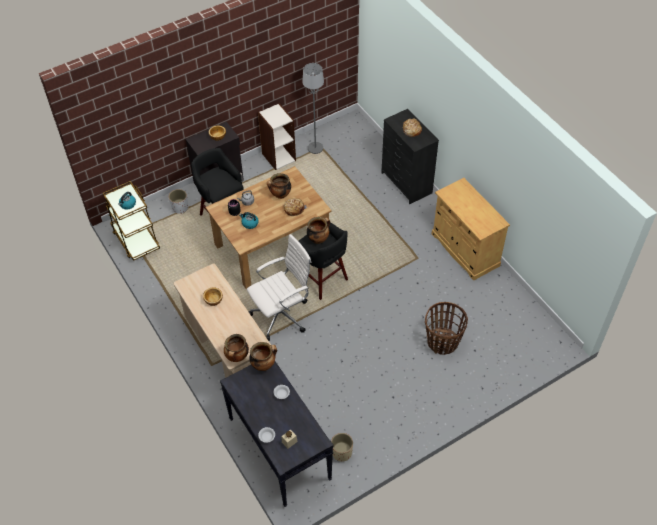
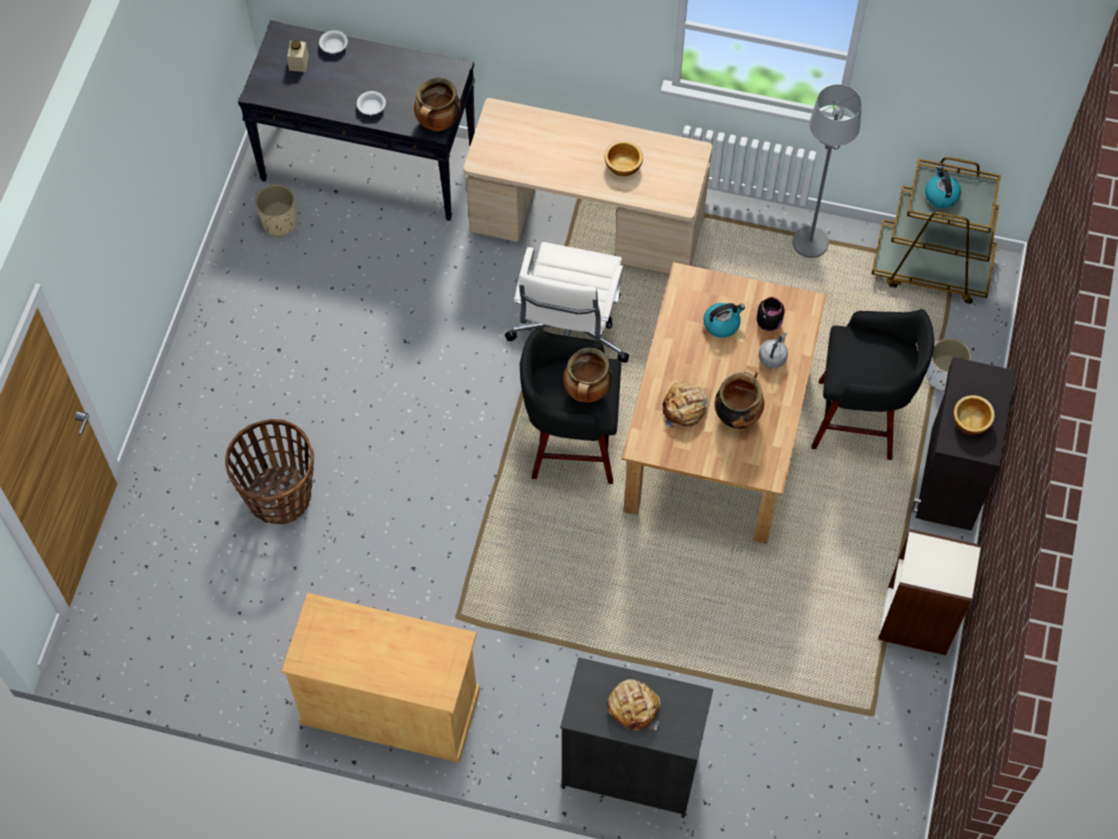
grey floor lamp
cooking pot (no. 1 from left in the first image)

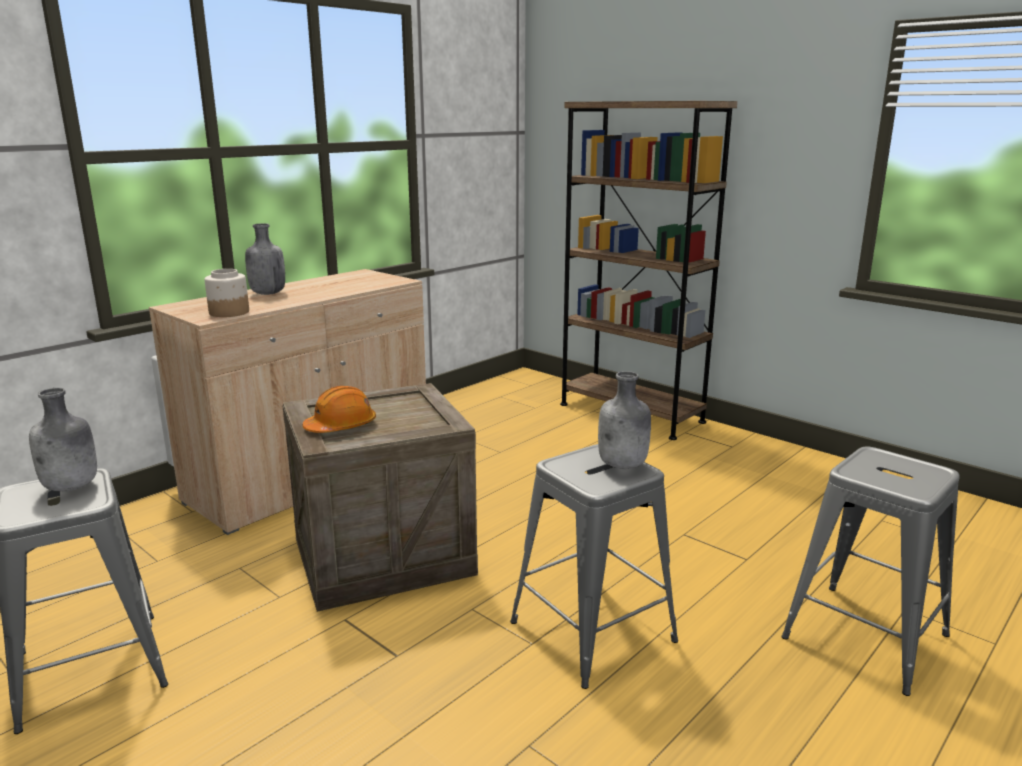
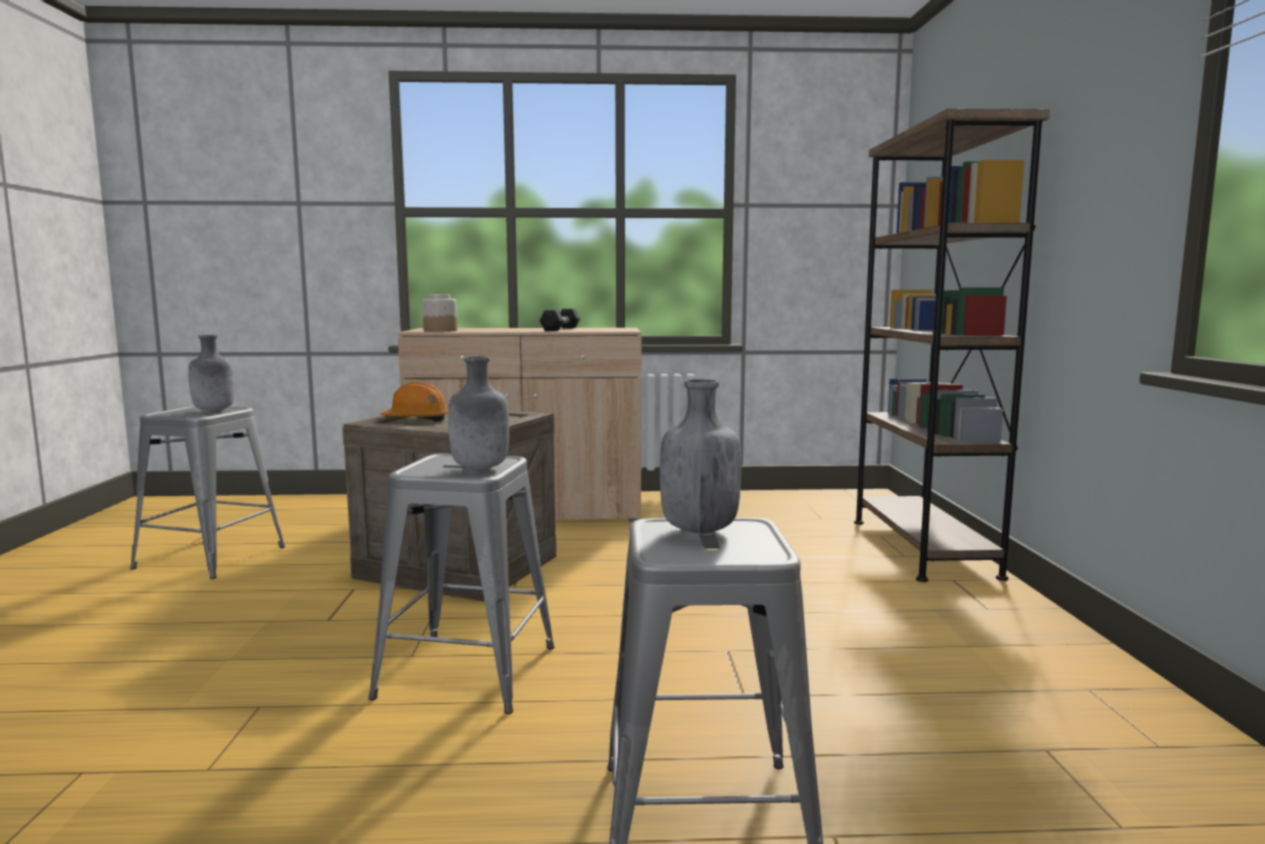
black dumbbell
grey bottle (no. 3 from left)

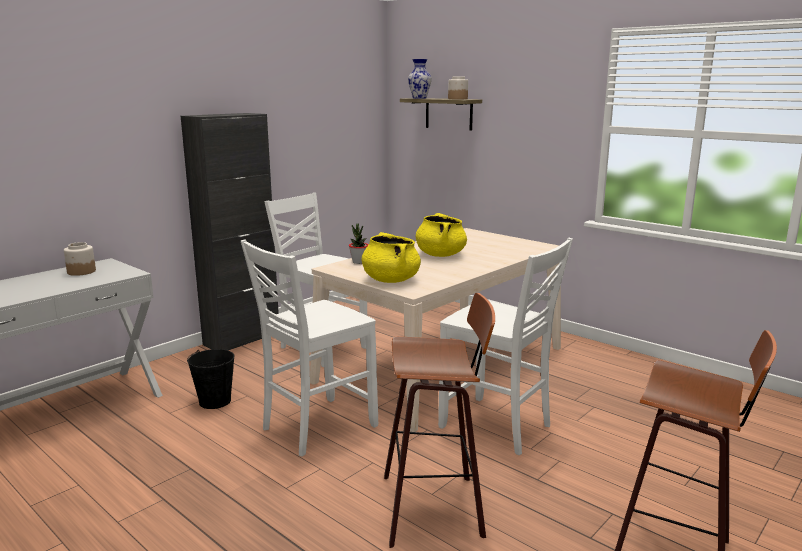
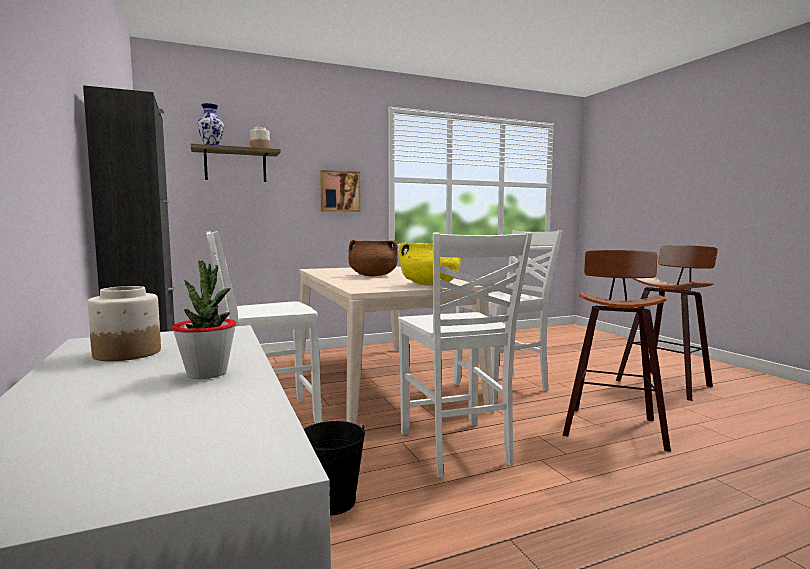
potted plant
picture
brown cooking pot

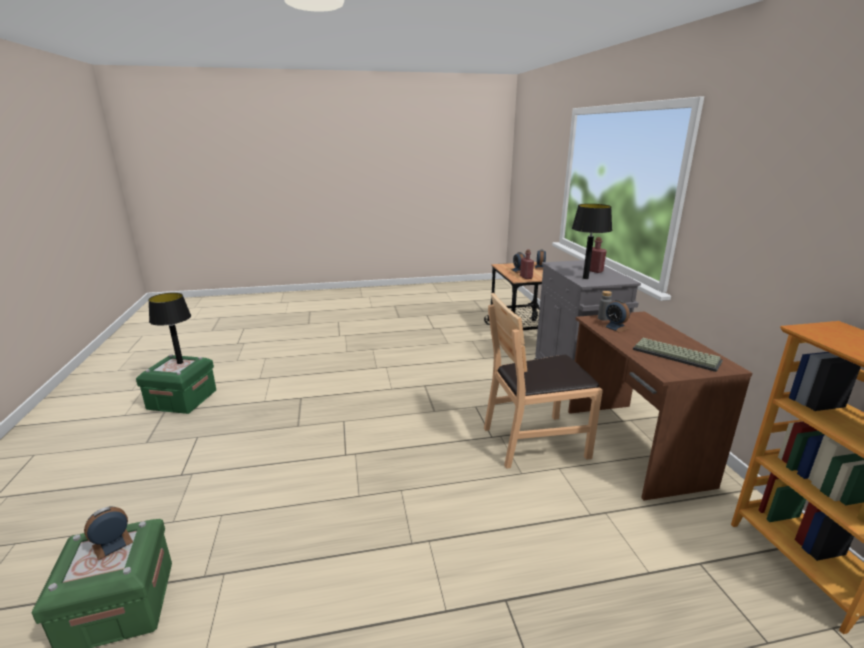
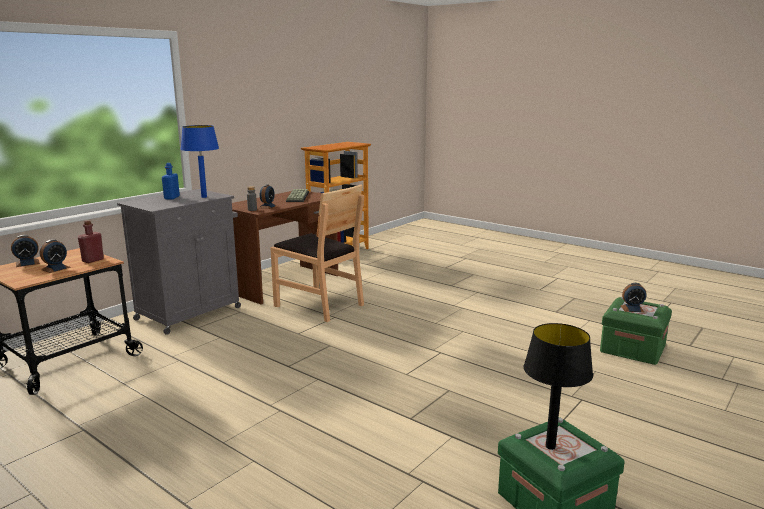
blue bottle
blue table lamp

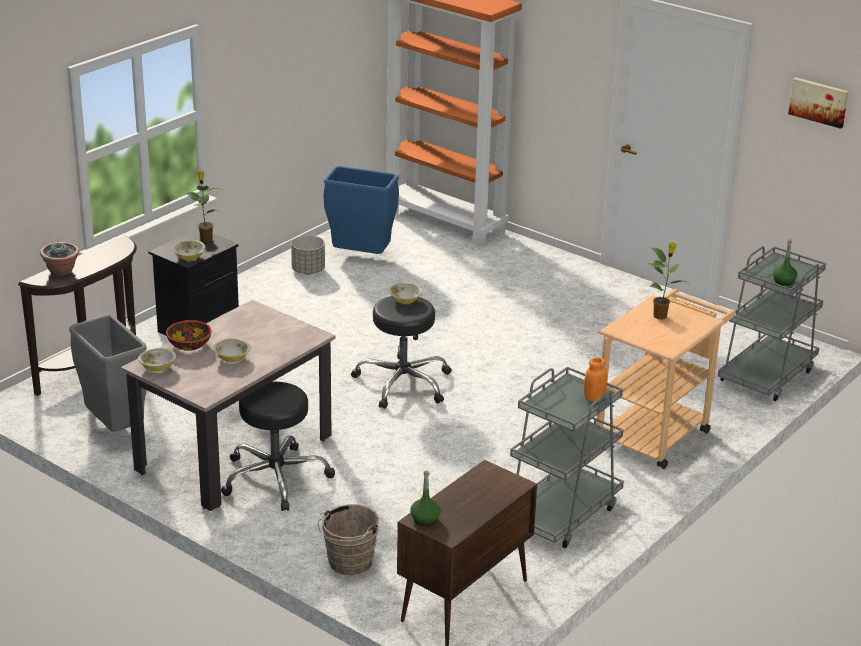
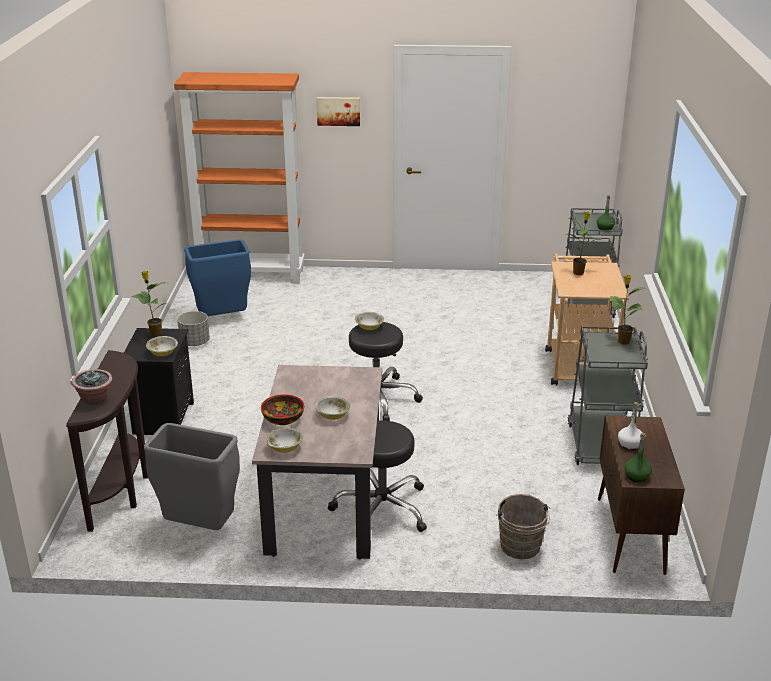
picture
potted plant (no. 4 from left)
white bottle

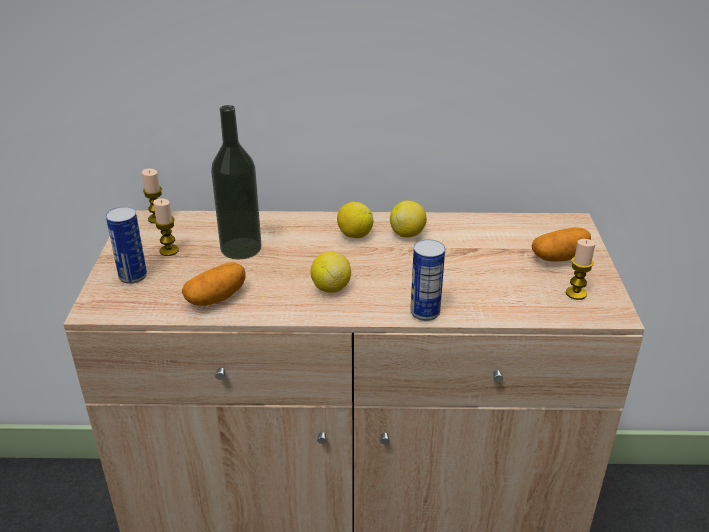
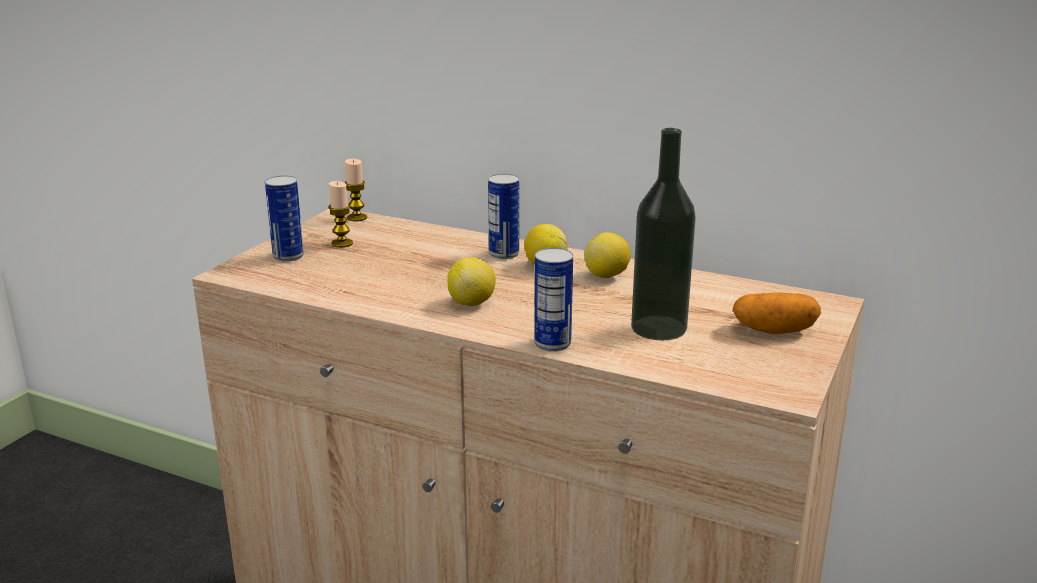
can (no. 2 from left)
bottle
potato (no. 1 from left in the first image)
candle (no. 3 from left in the first image)

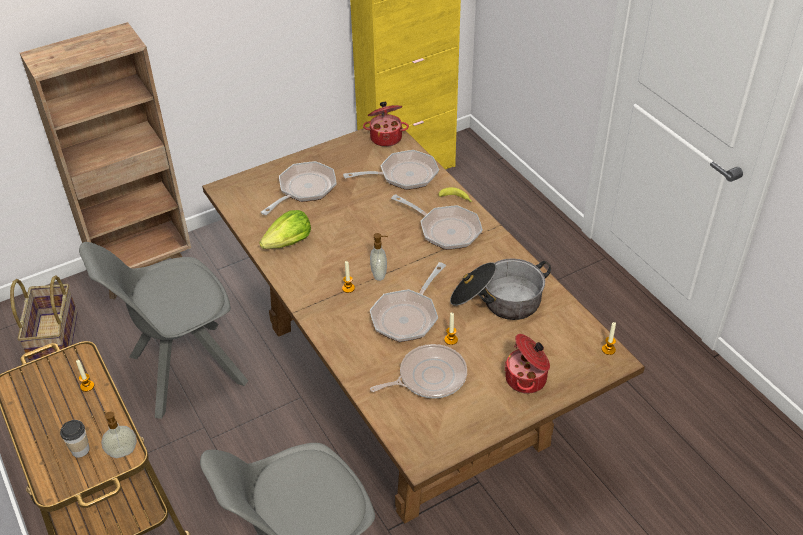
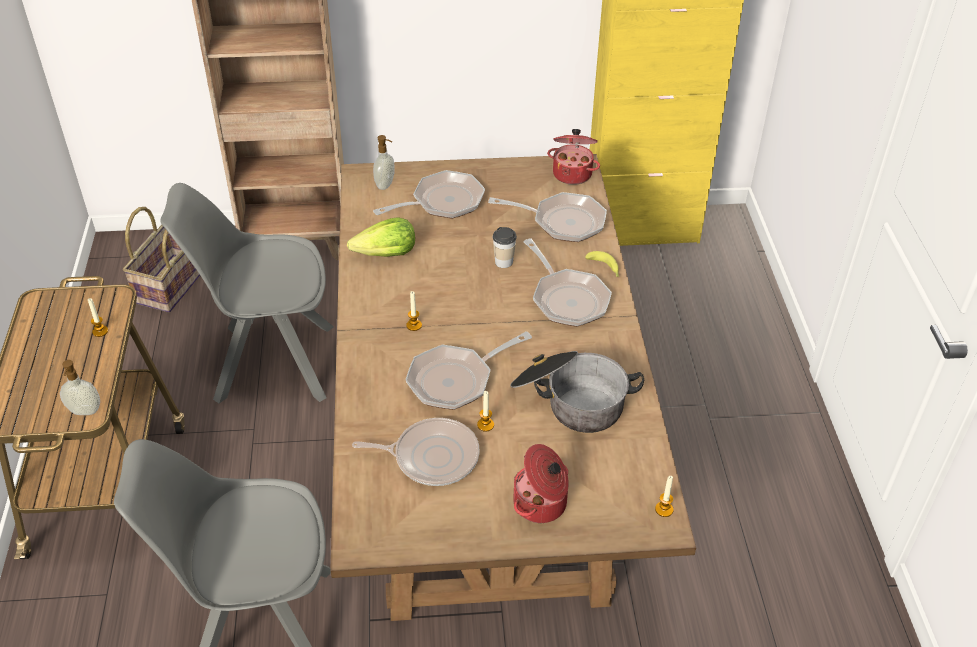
soap dispenser (no. 2 from left)
cup

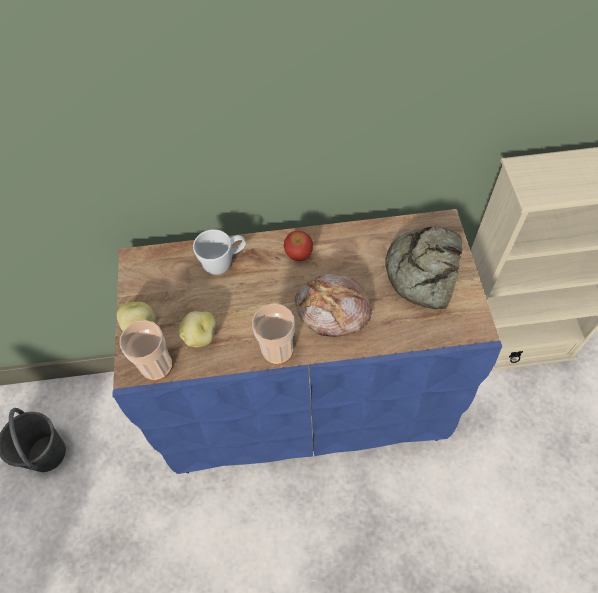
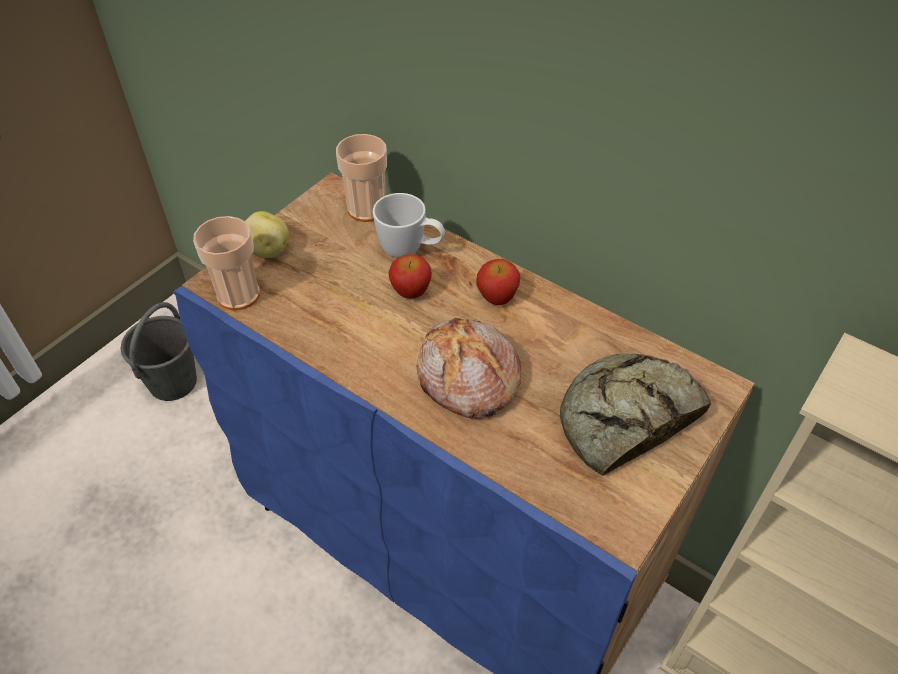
cup (no. 2 from left)
apple (no. 1 from left)
potato (no. 2 from left in the first image)

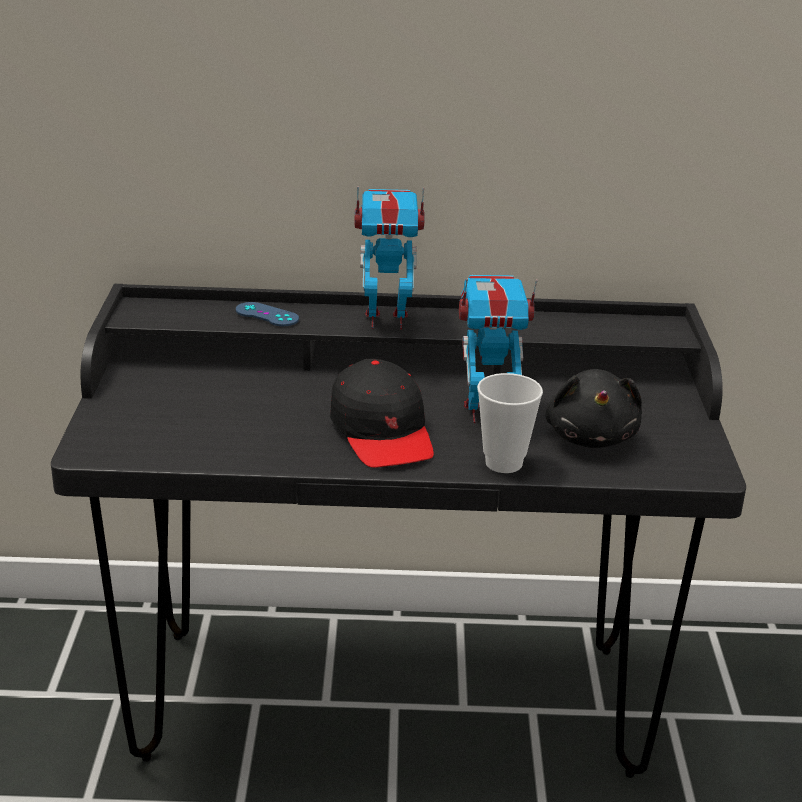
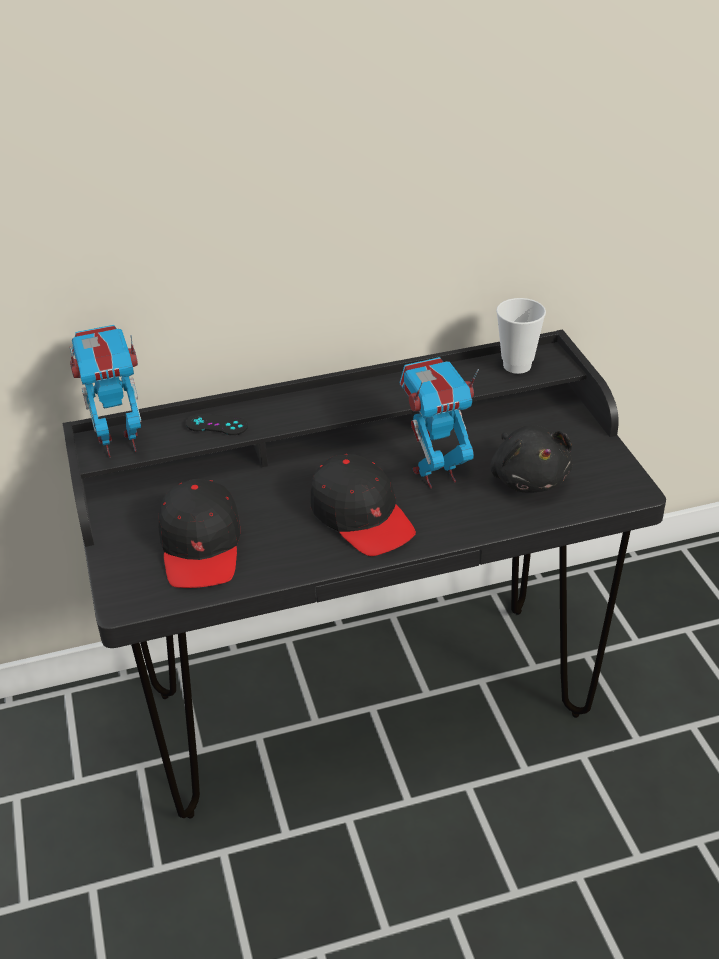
toy robot (no. 1 from left)
black cap (no. 1 from left)
black game controller
cup

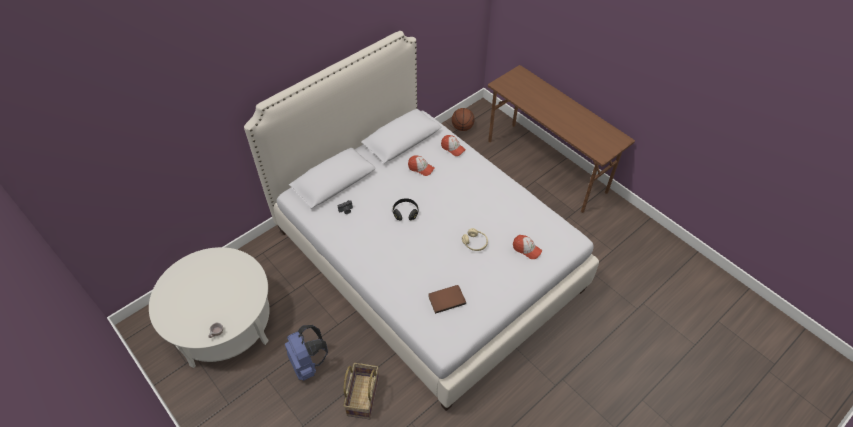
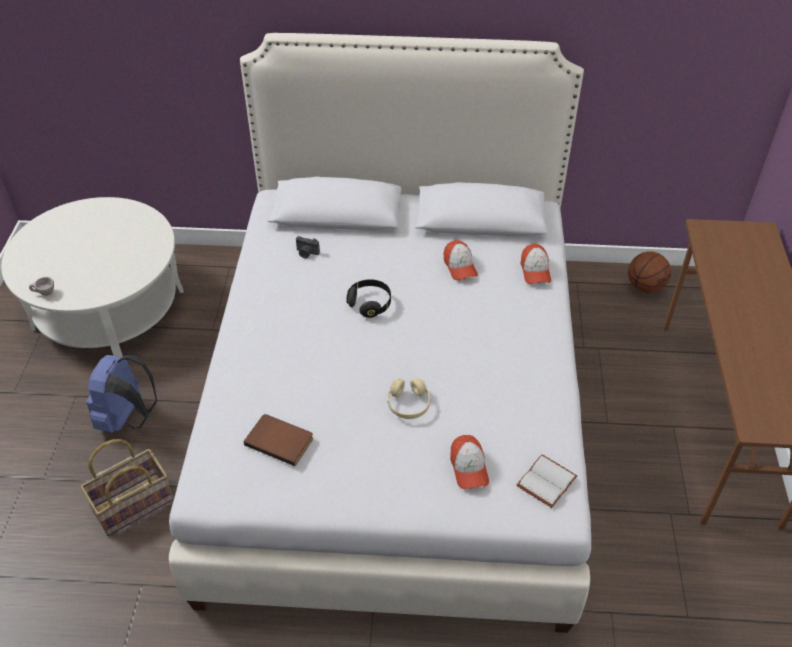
white book

